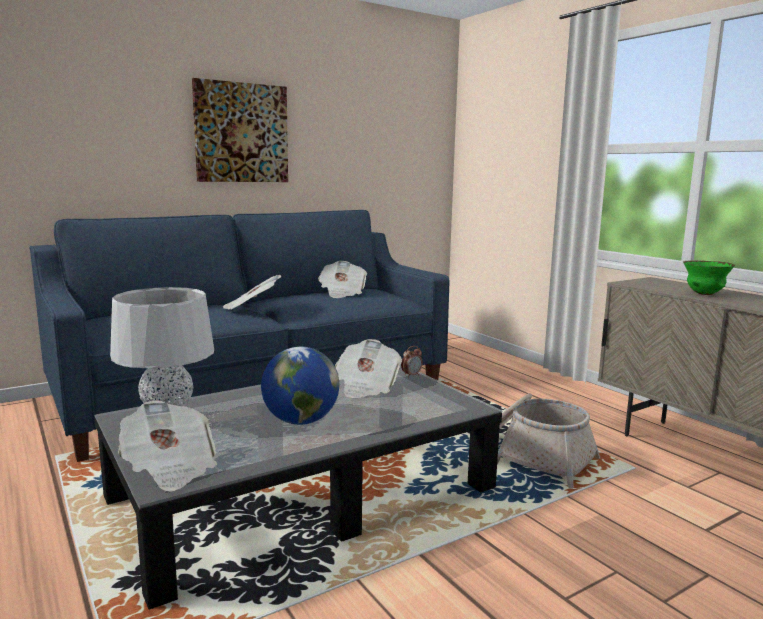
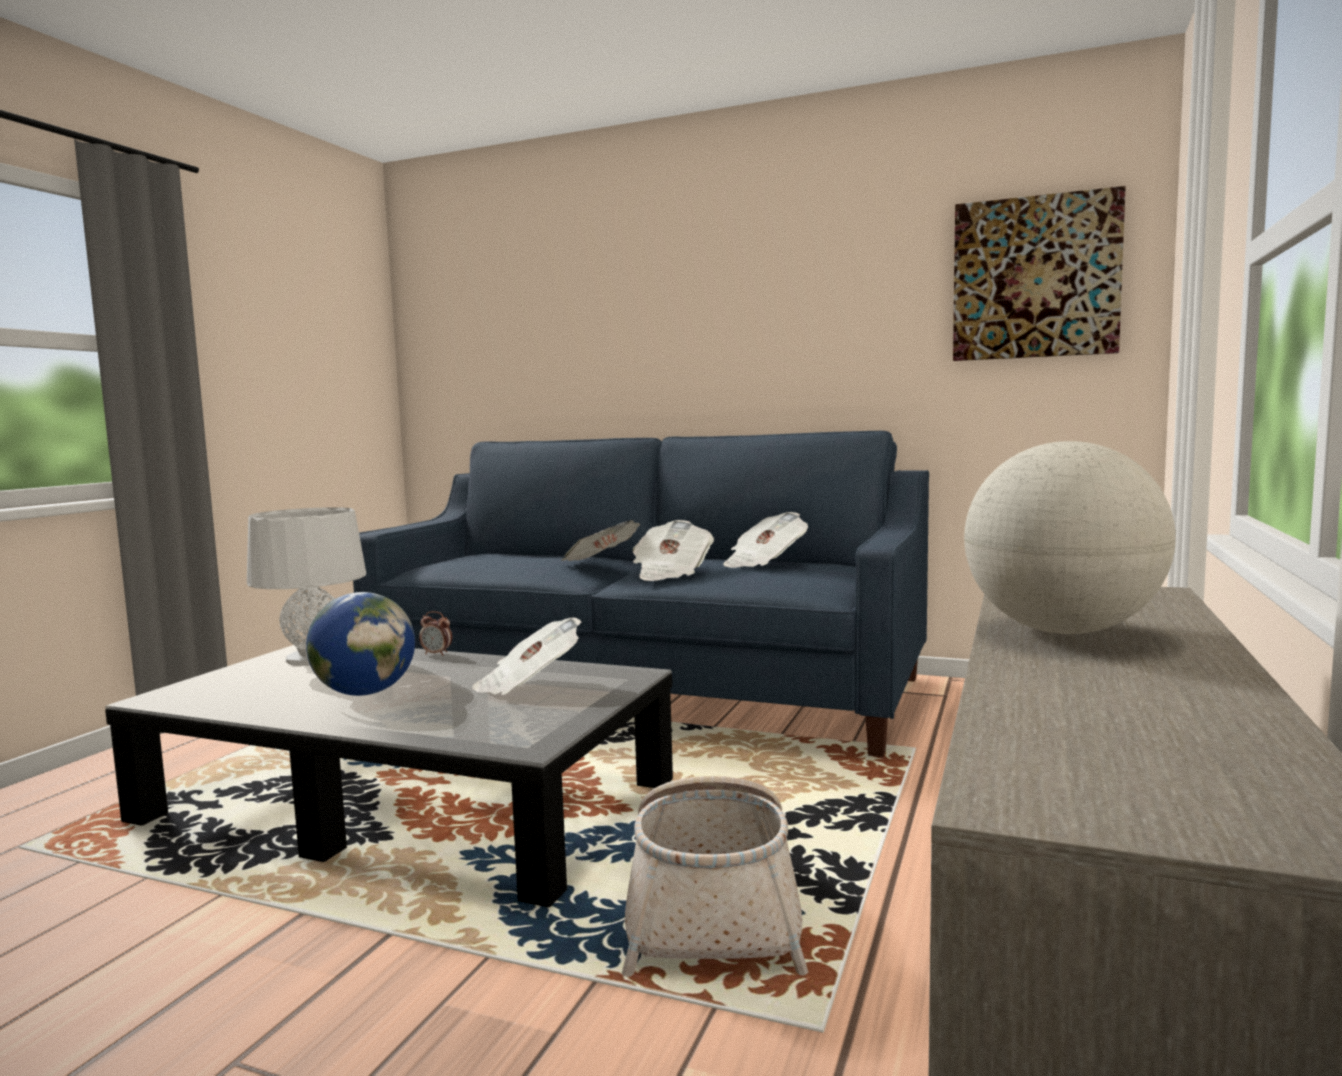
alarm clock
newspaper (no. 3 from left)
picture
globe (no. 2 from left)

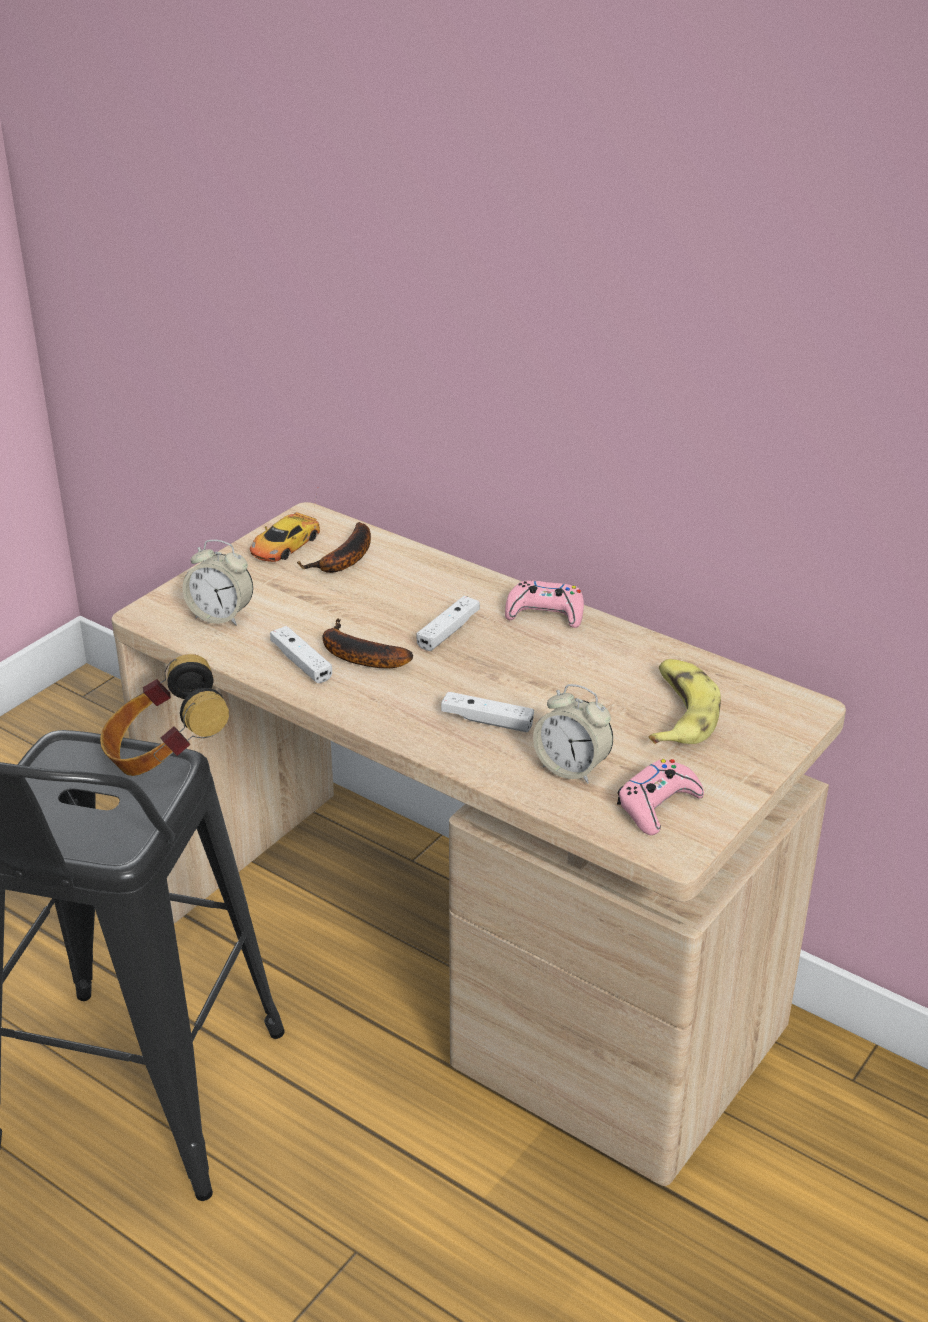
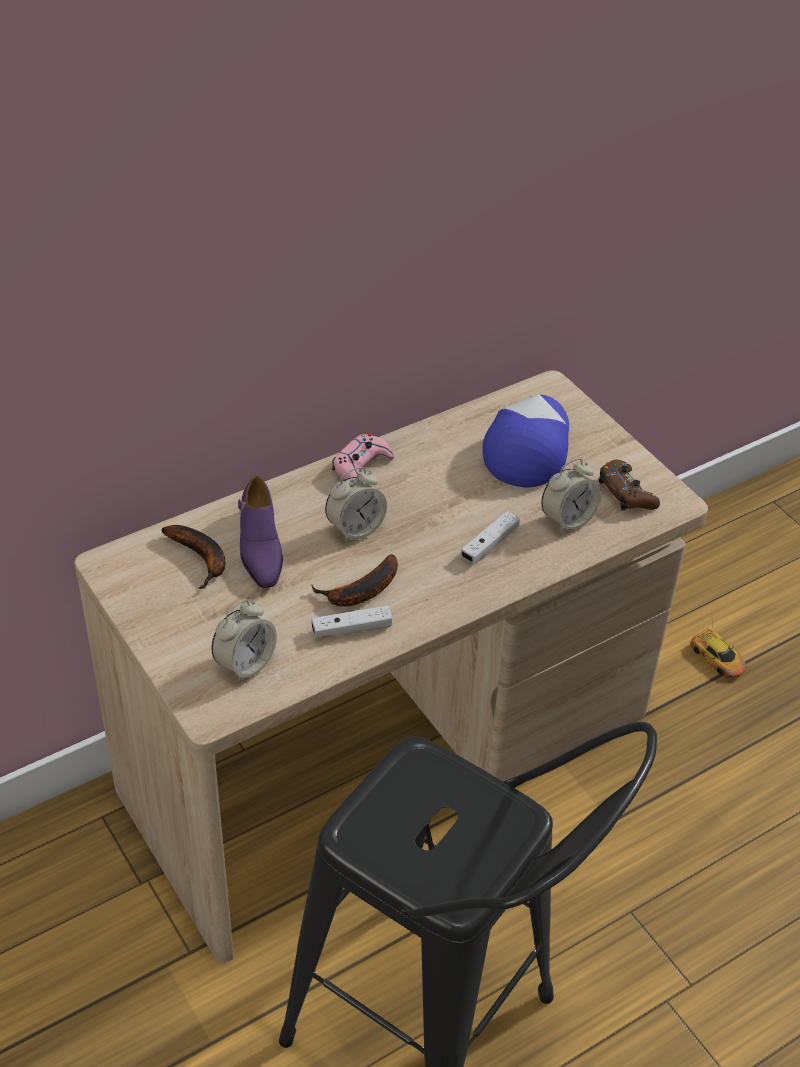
purple shoe
alarm clock (no. 2 from left)
cap
brown game controller
toy car
headphones

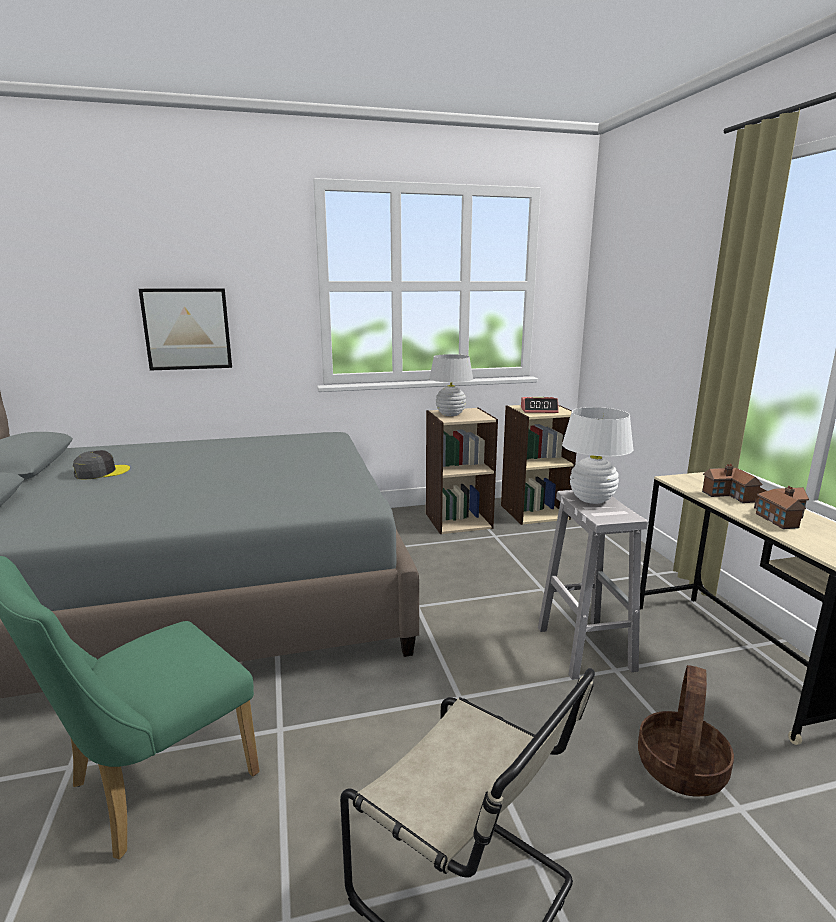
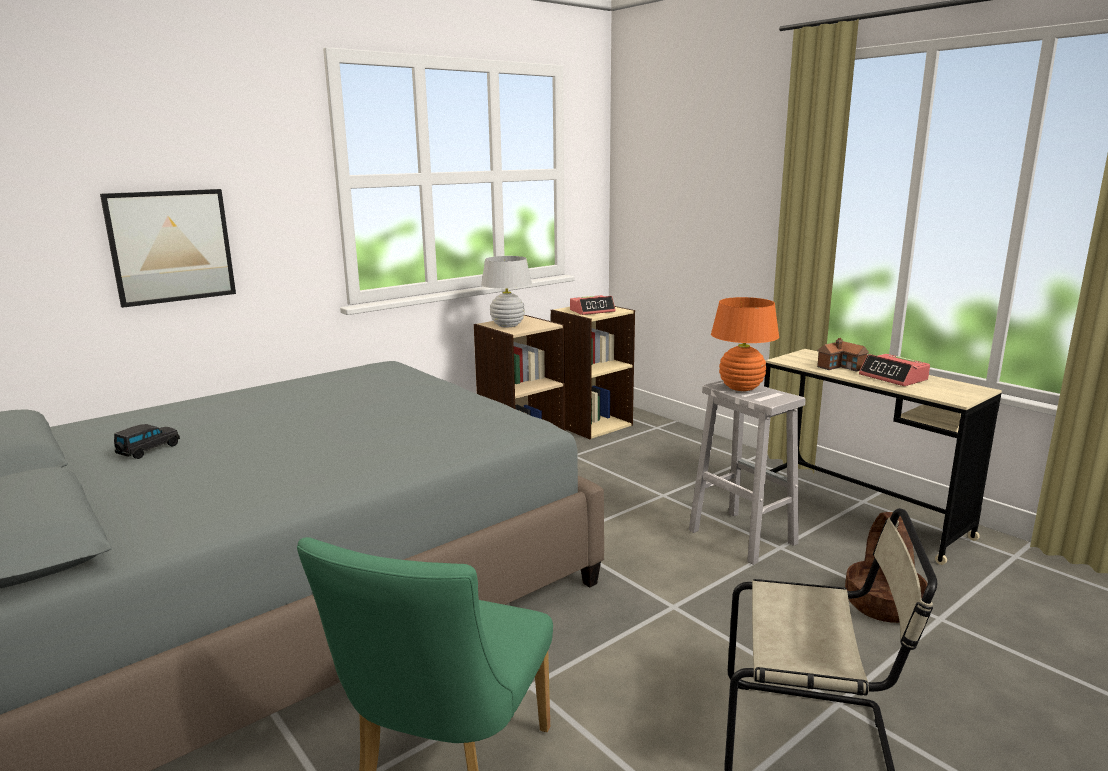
black toy car
orange table lamp
alarm clock (no. 2 from left)

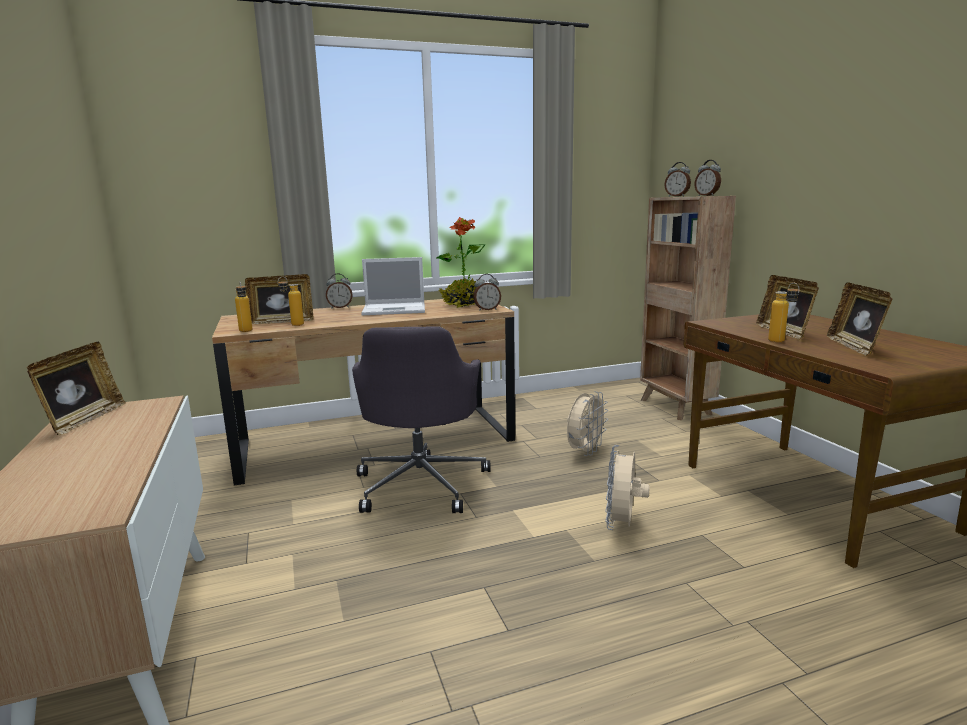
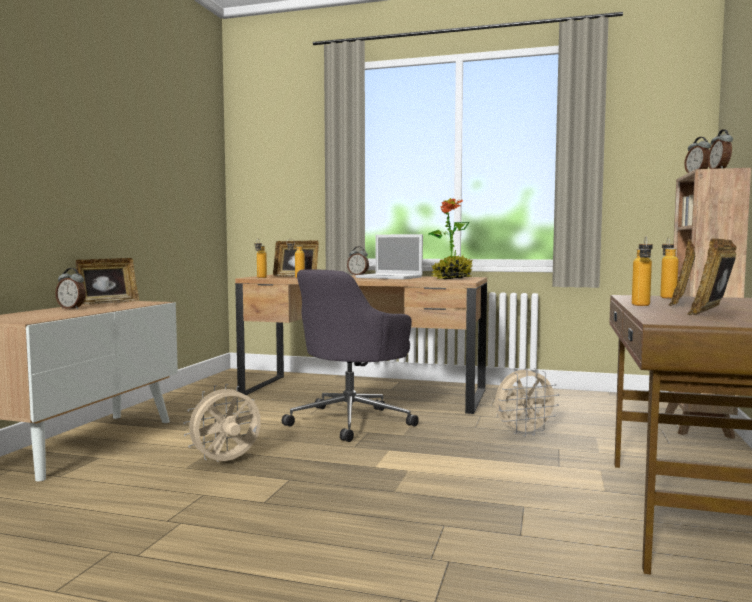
alarm clock (no. 1 from left)
beige fan (no. 1 from left)
bottle (no. 4 from left)

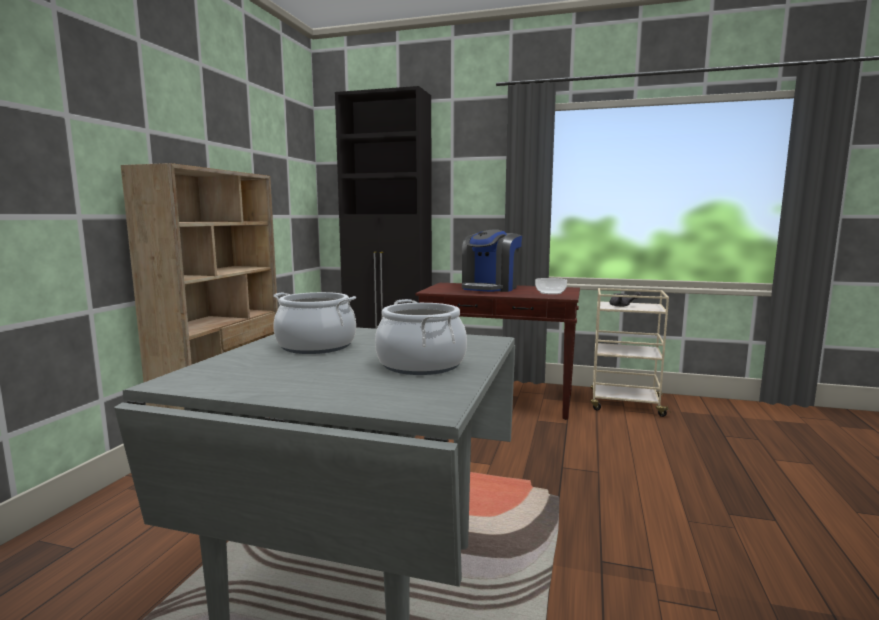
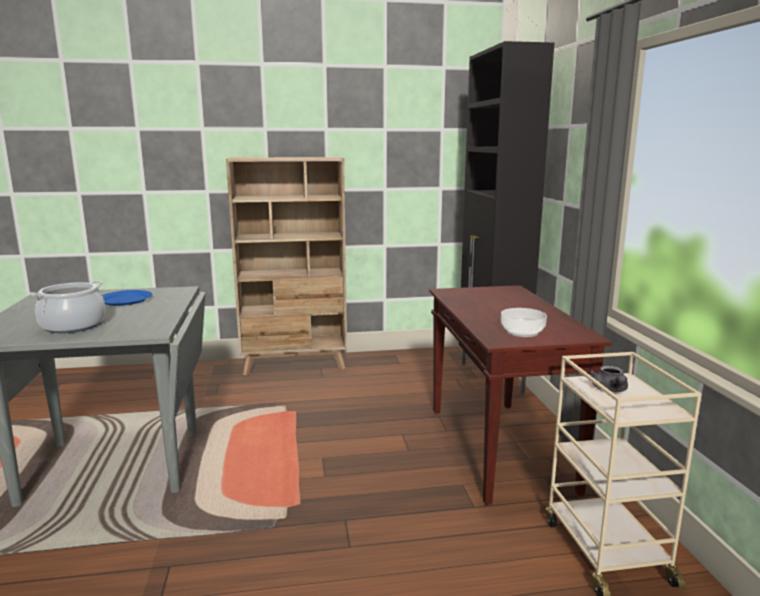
blue plate
coffee machine

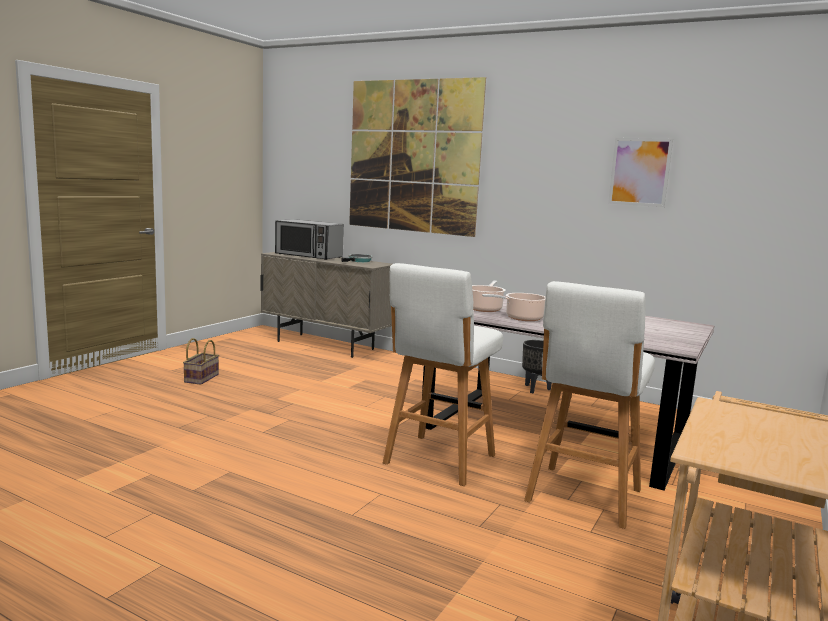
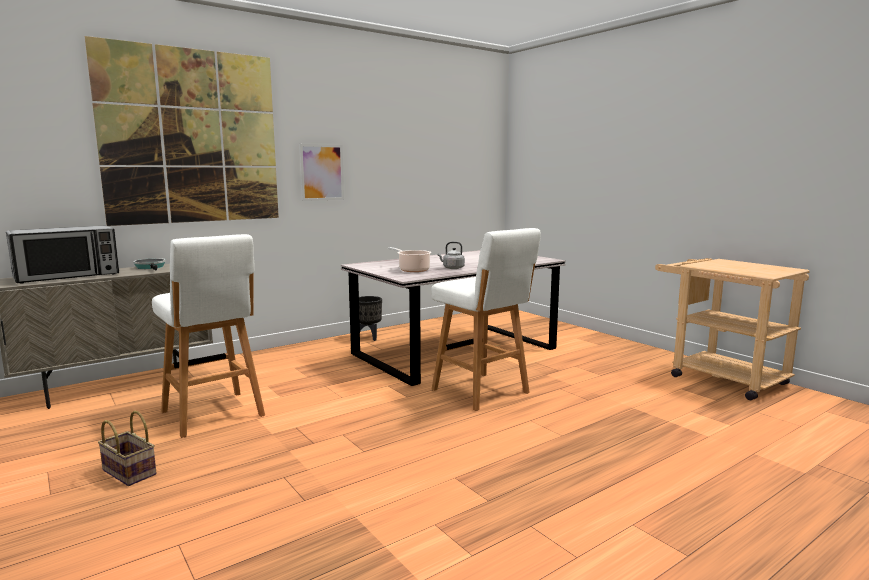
white stool (no. 1 from left)
picture (no. 2 from left)
grey kettle

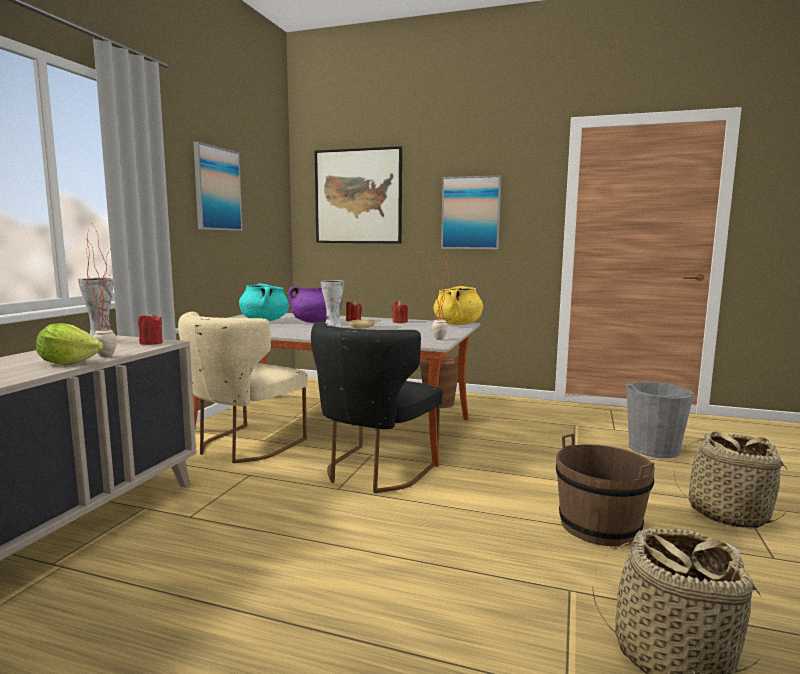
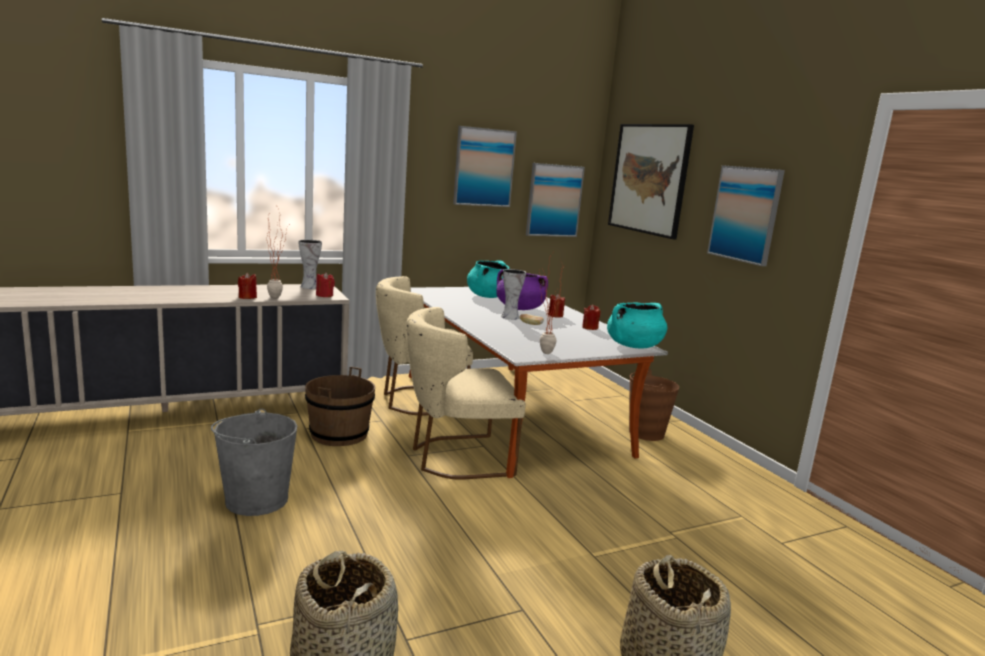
grey bucket
red candle (no. 1 from left)
brown bucket (no. 1 from left)
beige chair (no. 2 from left)
picture (no. 2 from left)
turquoise cooking pot (no. 2 from left)

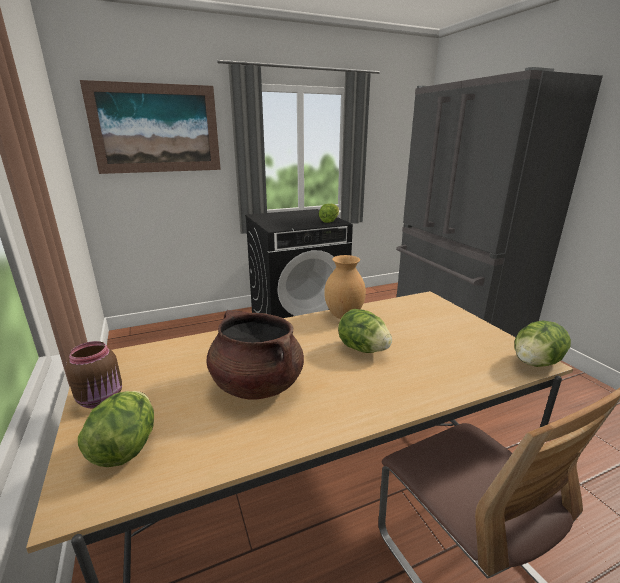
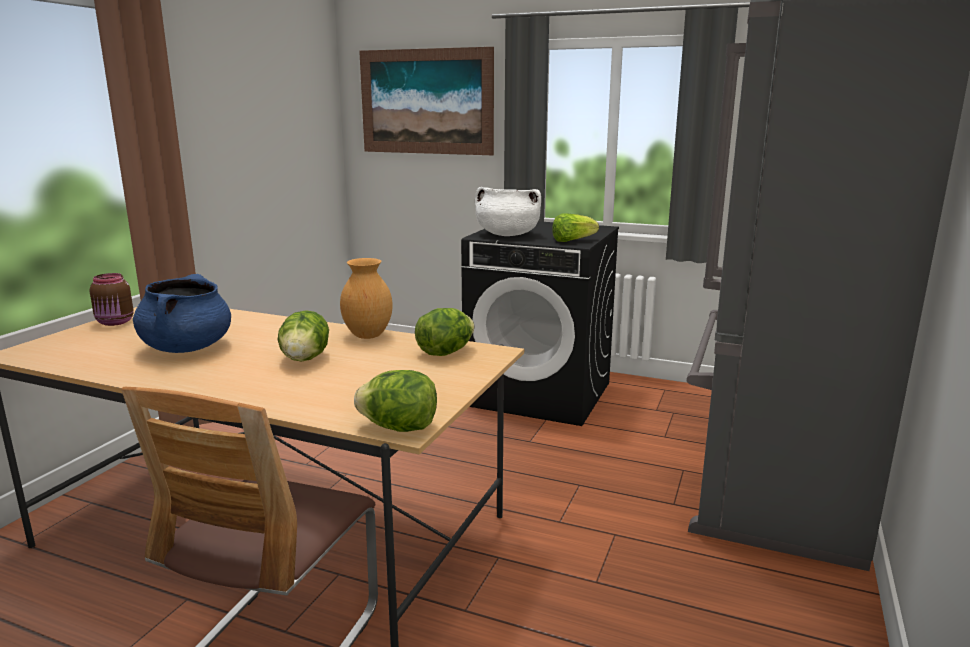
blue cooking pot
lettuce (no. 3 from left)
white cooking pot

